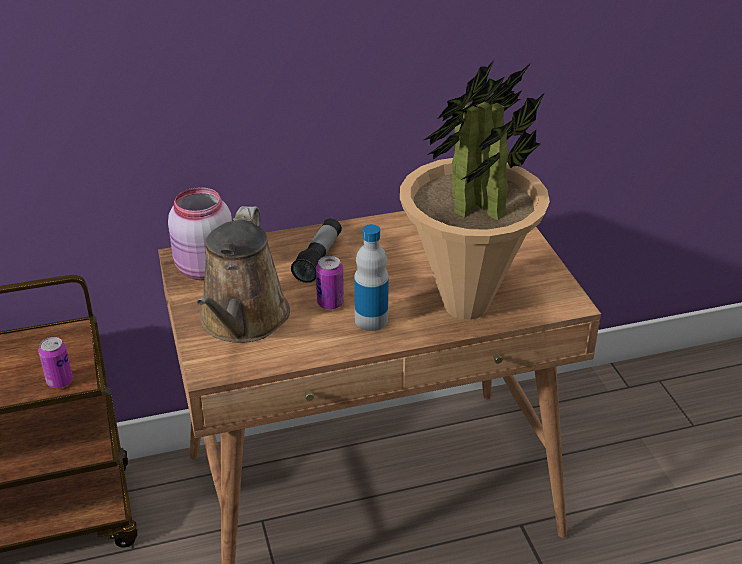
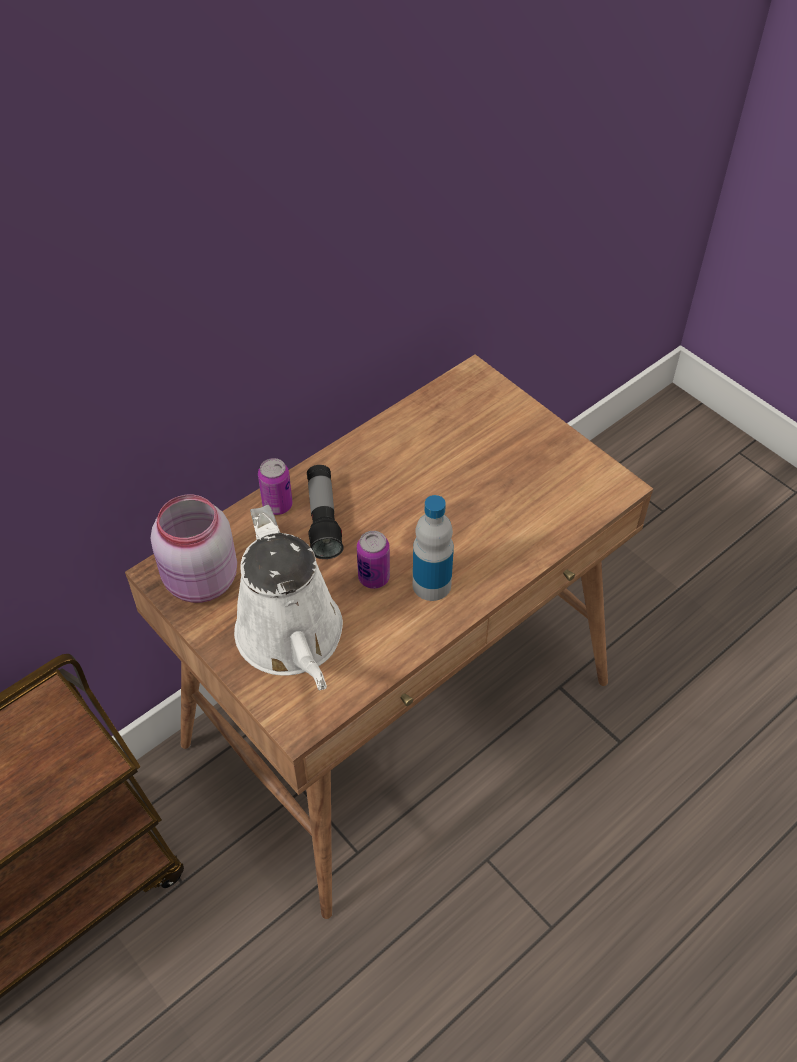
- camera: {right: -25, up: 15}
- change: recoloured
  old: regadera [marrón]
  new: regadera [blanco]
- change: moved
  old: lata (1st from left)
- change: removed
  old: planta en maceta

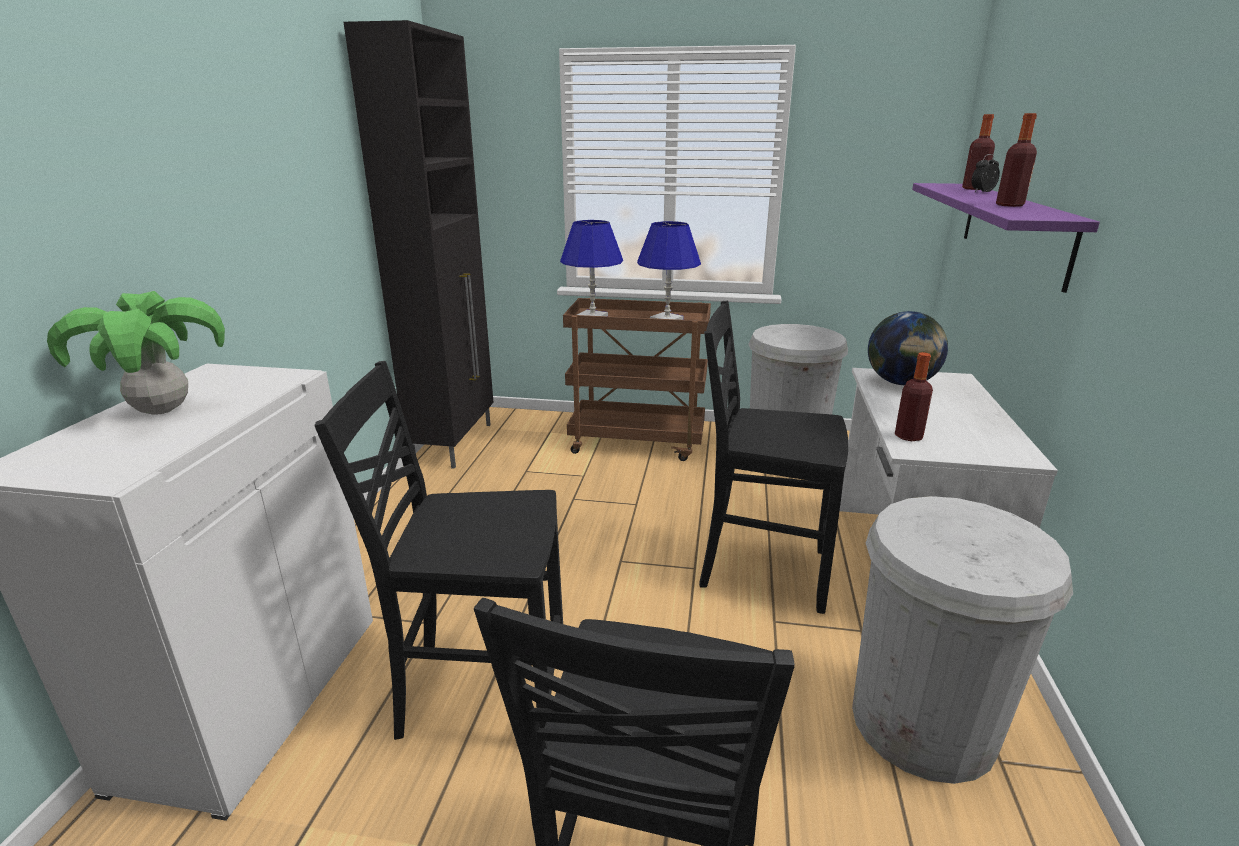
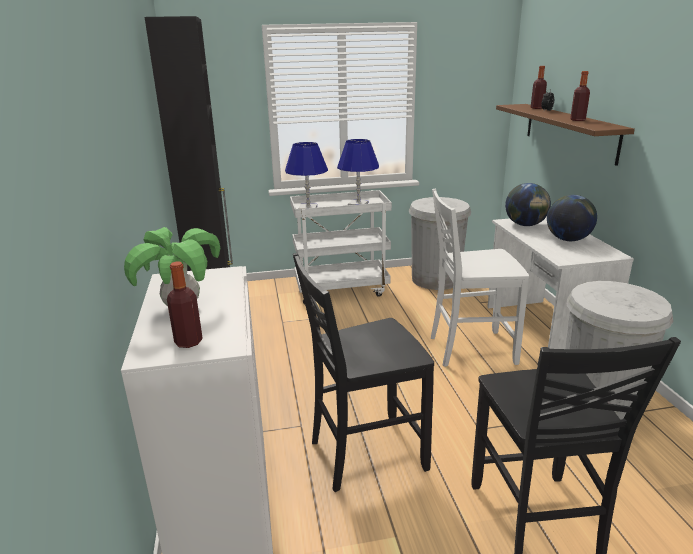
- camera: {right: -20, up: 0}
- change: moved
  old: botella (1st from left)
- change: recoloured
  old: carrito [marrón]
  new: carrito [blanco]
- change: recoloured
  old: silla [negro] (3rd from left)
  new: silla [blanco]
- change: recoloured
  old: estante [morado]
  new: estante [marrón]
- change: added
  new: globo terráqueo (2nd from left)

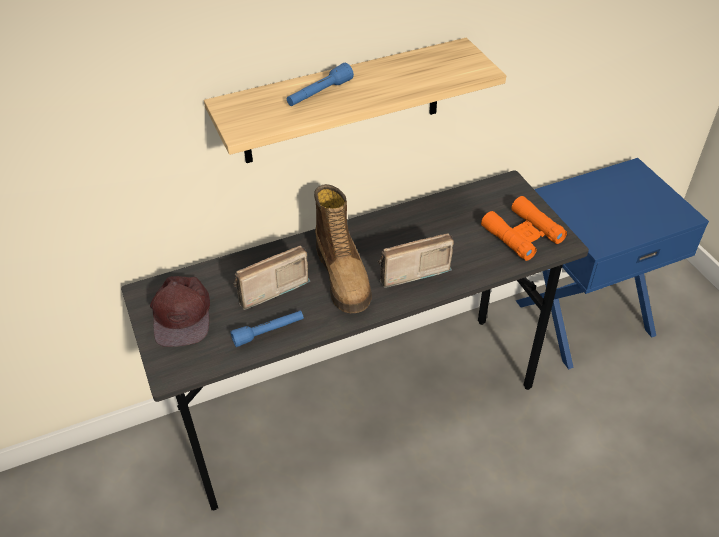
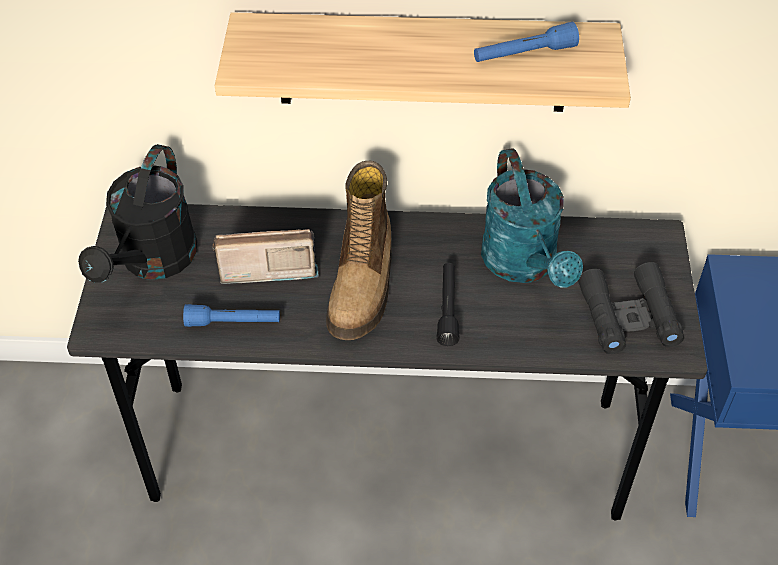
- camera: {right: 25, up: 5}
- change: replaced
  old: gorra [marrón]
  new: regadera [negro]
- change: replaced
  old: radio (2nd from left)
  new: linterna [negro]
- change: moved
  old: linterna [azul] (2nd from left)
- change: added
  new: regadera [turquesa]
- change: recoloured
  old: prismáticos [naranja]
  new: prismáticos [negro]

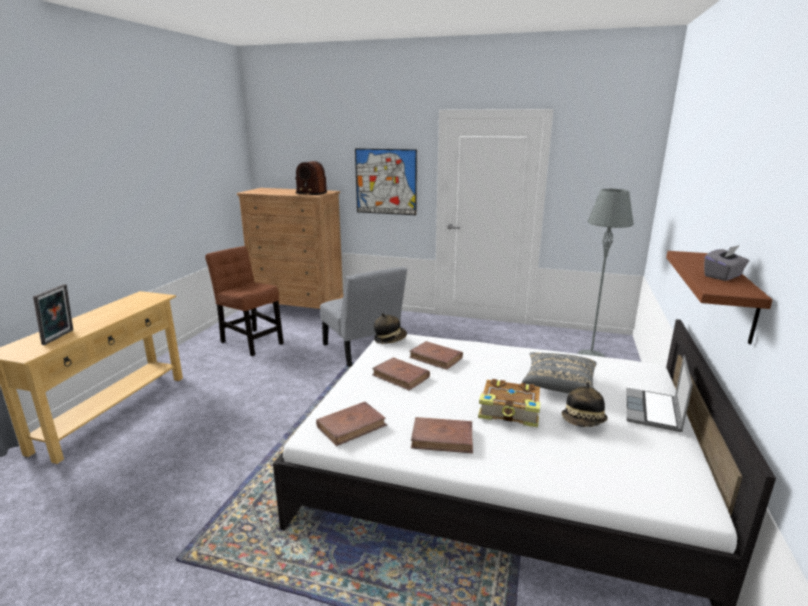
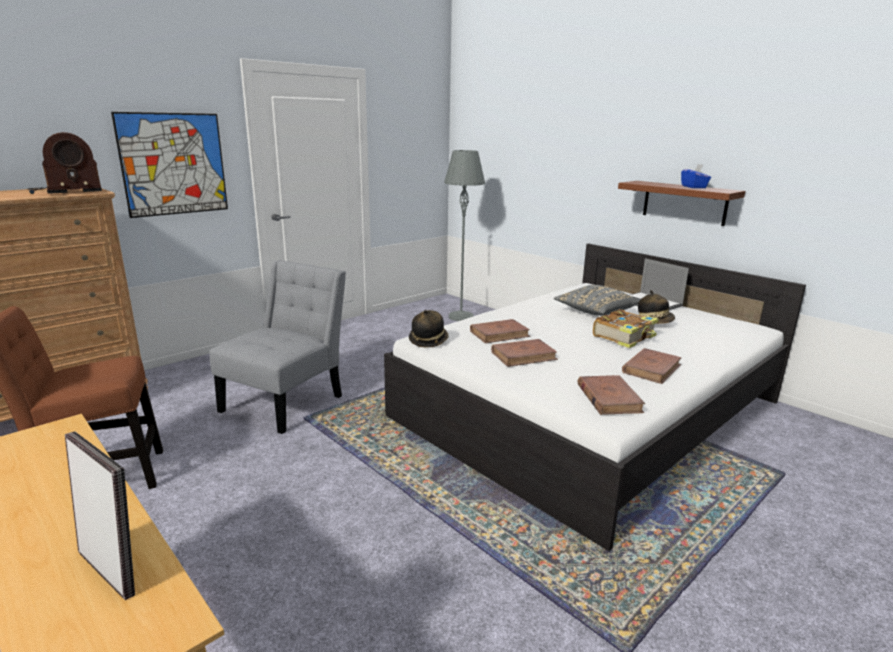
- camera: {right: -60, up: 0}
- change: turned
  old: silla [gris]
  degrees: -60
- change: recoloured
  old: caja de pañuelos [gris]
  new: caja de pañuelos [azul]

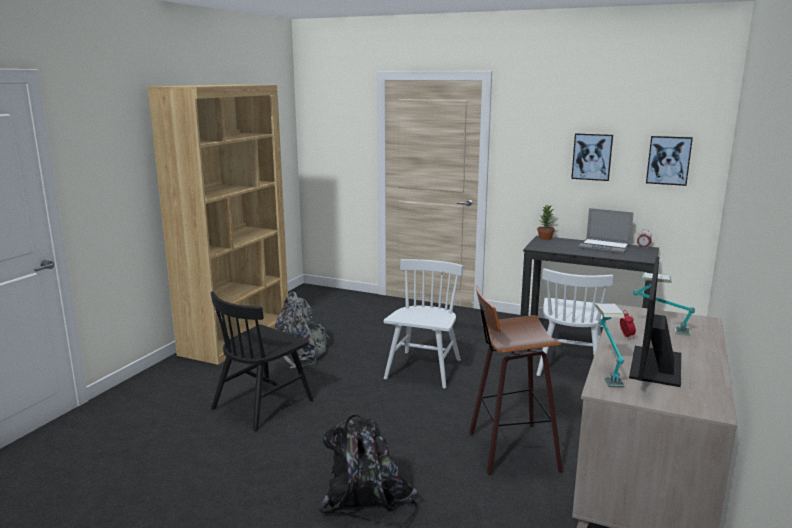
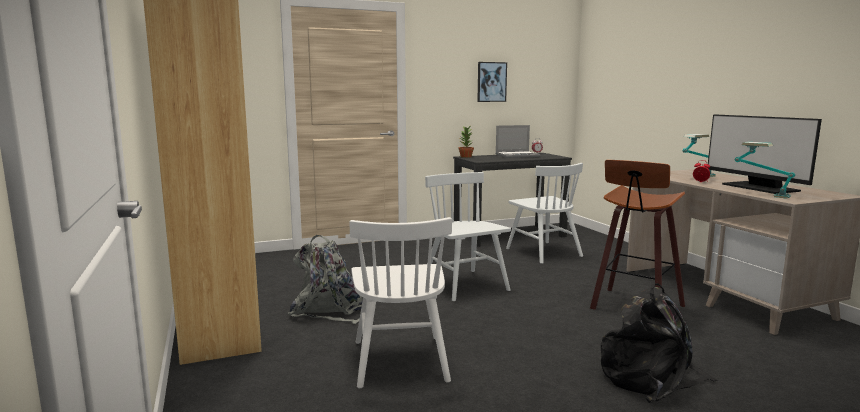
- camera: {right: -45, up: -5}
- change: recoloured
  old: silla [negro]
  new: silla [blanco] (1st from left)
- change: removed
  old: cuadro (2nd from left)

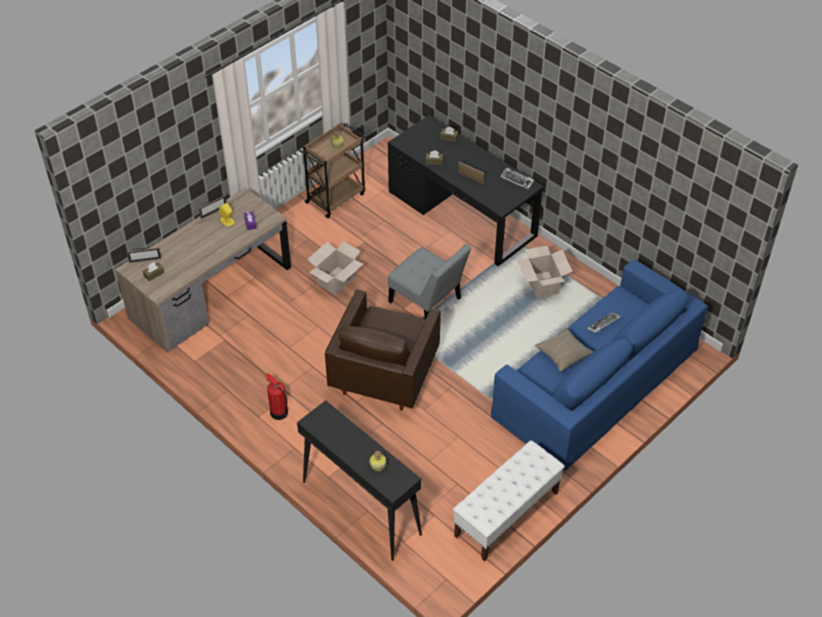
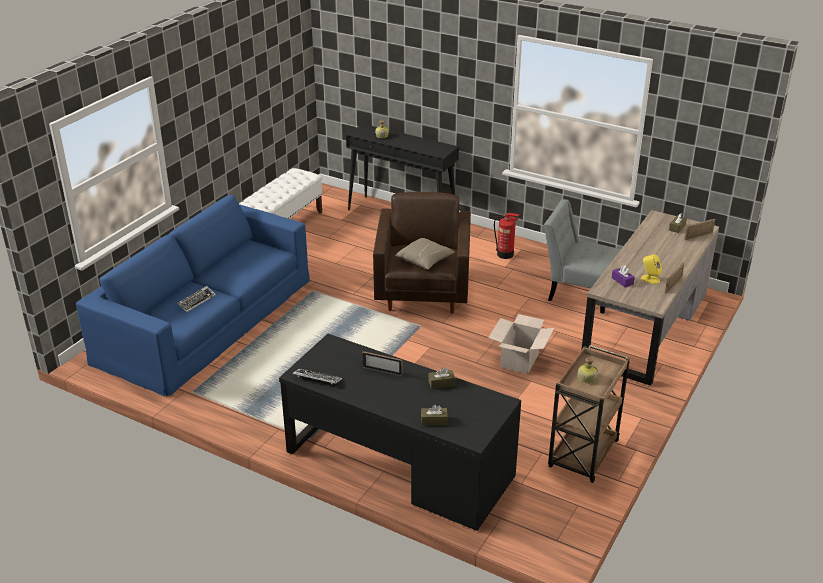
- camera: {right: 165, up: -15}
- change: moved
  old: cojín [beis]
- change: moved
  old: silla [gris]
- change: removed
  old: caja de cartón (2nd from left)

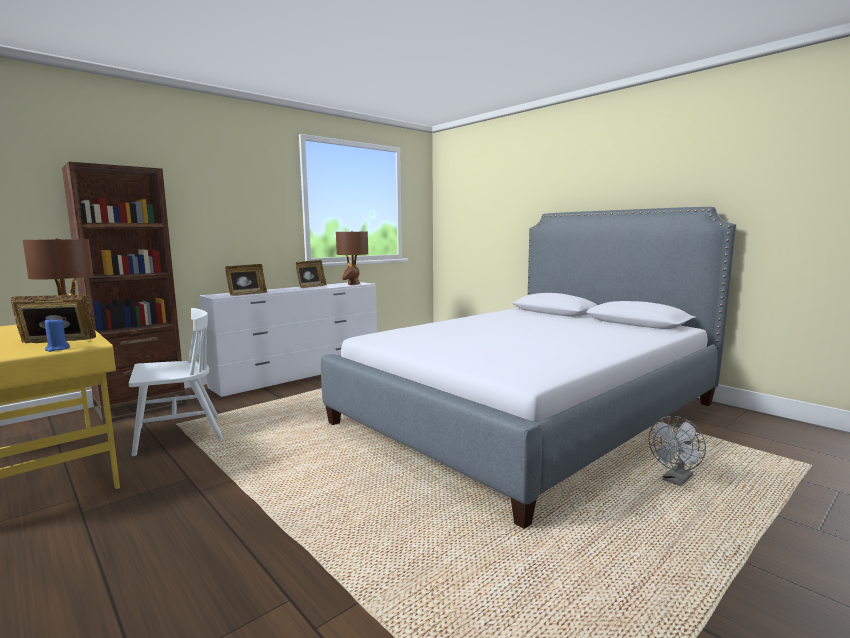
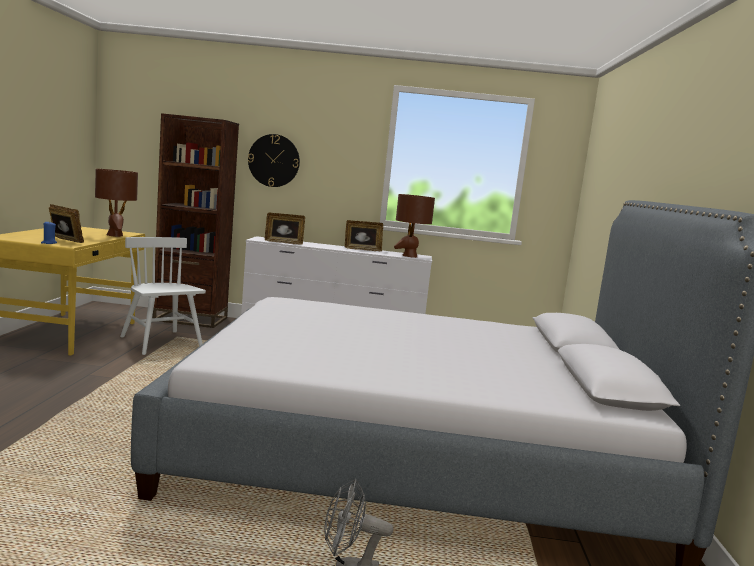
- camera: {right: 45, up: 0}
- change: turned
  old: silla [blanco]
  degrees: -150
- change: added
  new: reloj de pared

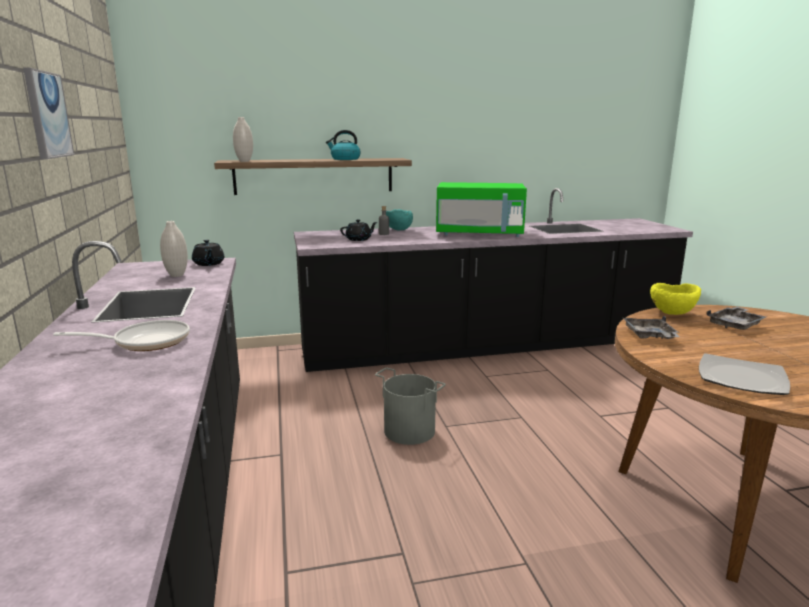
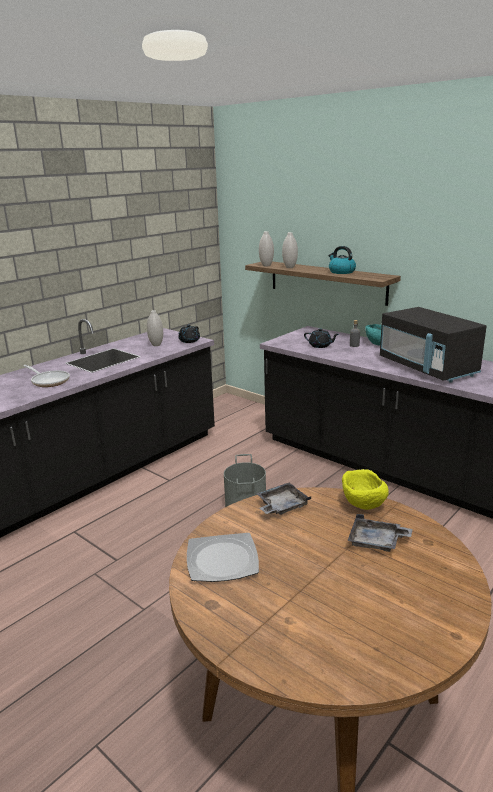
- camera: {right: 55, up: 5}
- change: added
  new: florero [blanco] (3rd from left)
- change: recoloured
  old: microondas [verde]
  new: microondas [negro]
- change: removed
  old: cuadro

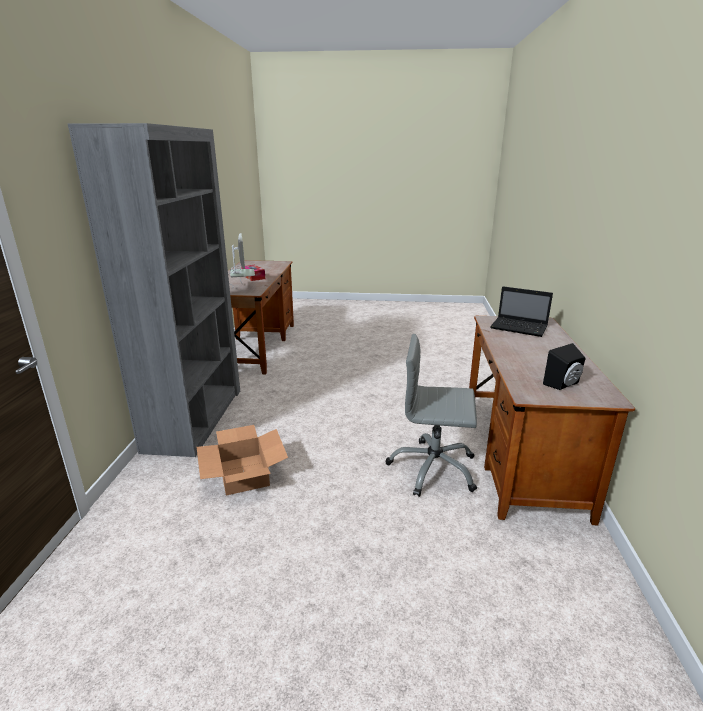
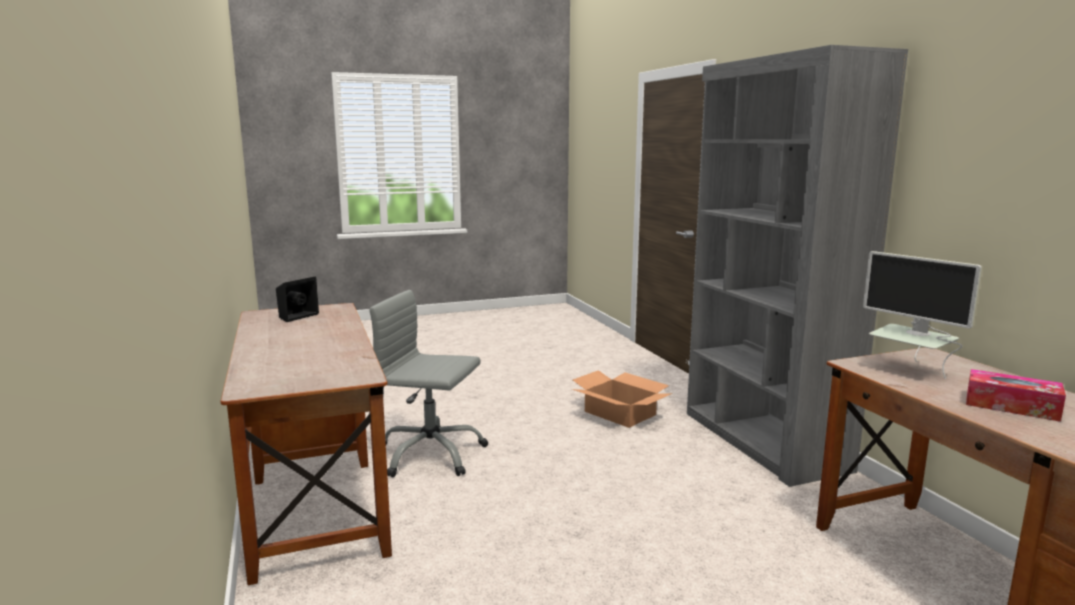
- camera: {right: 155, up: -10}
- change: turned
  old: silla de oficina [gris]
  degrees: -150
- change: removed
  old: portátil

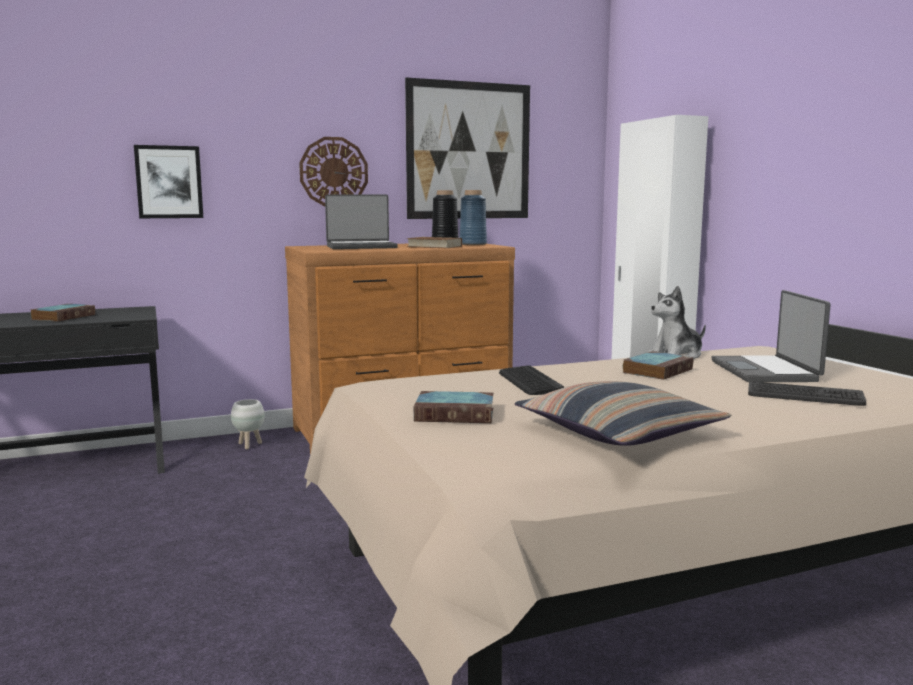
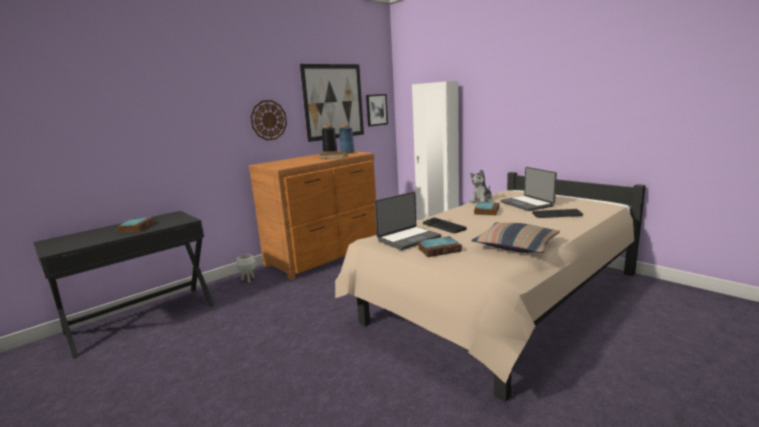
- camera: {right: -20, up: 5}
- change: moved
  old: cuadro (1st from left in the first image)
  new: cuadro (2nd from left)
- change: moved
  old: portátil (1st from left)

